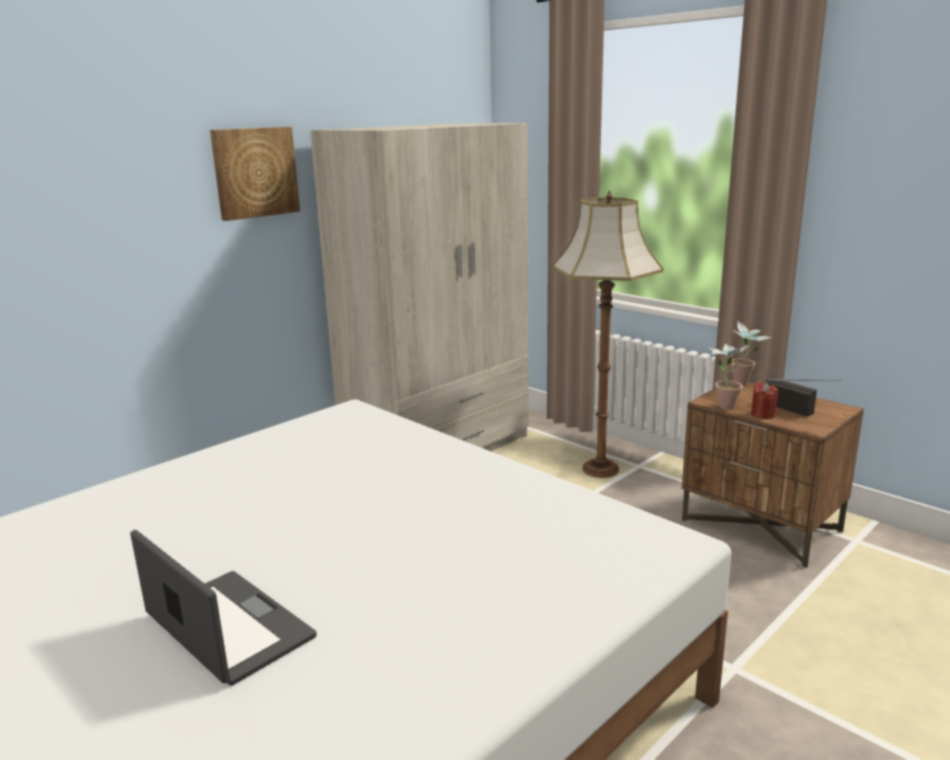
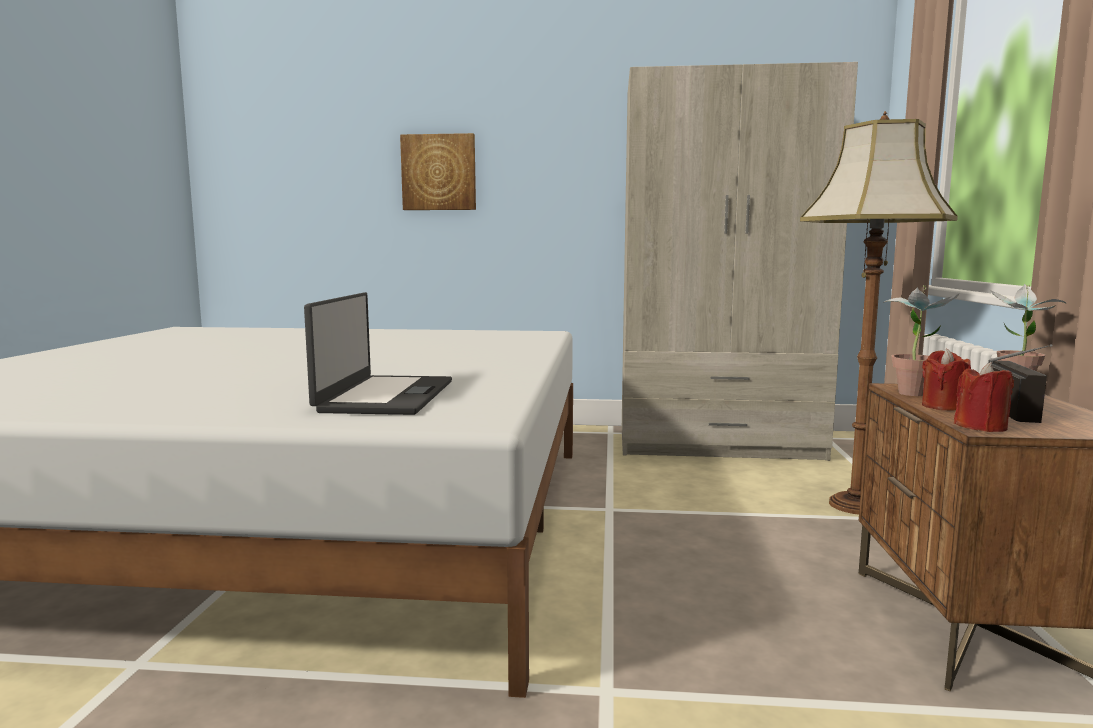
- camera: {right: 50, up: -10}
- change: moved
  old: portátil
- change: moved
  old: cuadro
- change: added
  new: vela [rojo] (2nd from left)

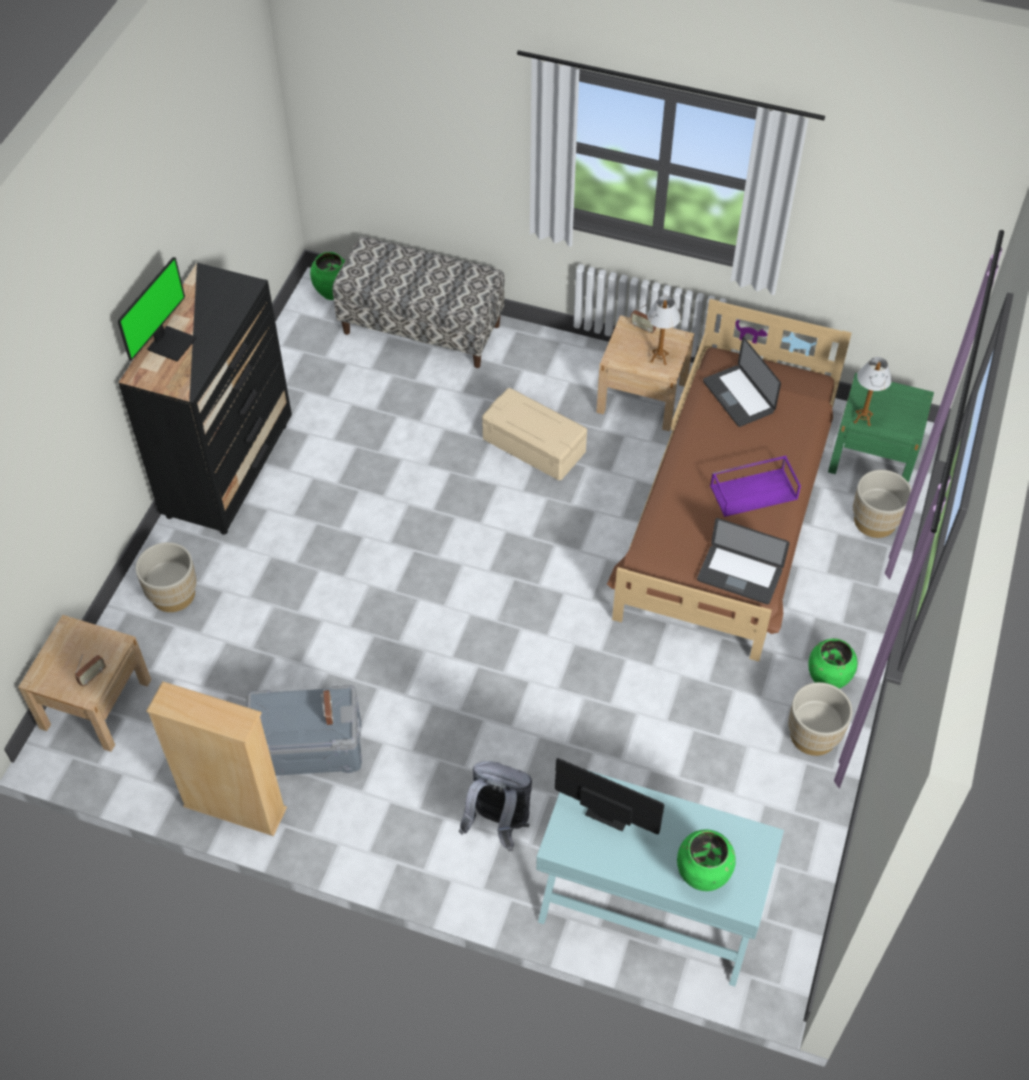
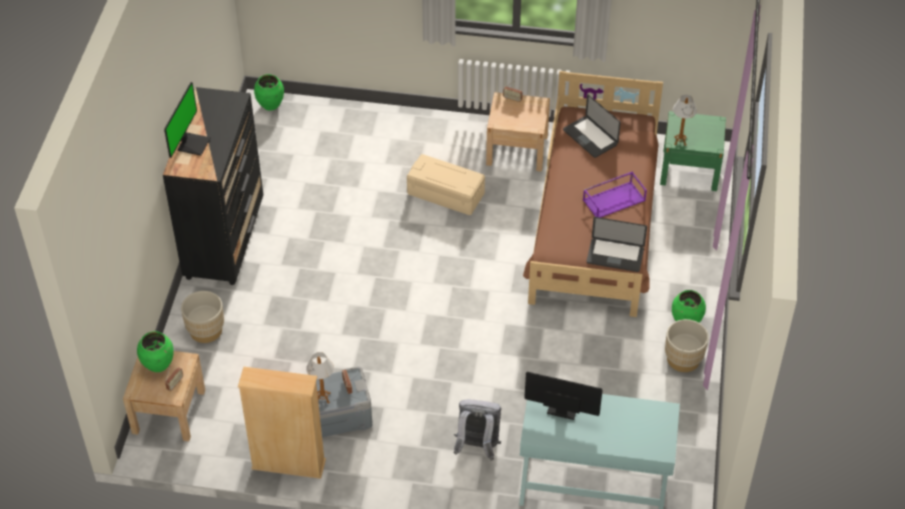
- camera: {right: -10, up: -5}
- change: moved
  old: florero [verde] (2nd from left in the first image)
  new: florero [verde] (1st from left)
- change: moved
  old: lámpara de mesa (1st from left)
- change: removed
  old: banco
- change: removed
  old: maceta [beis] (3rd from left)

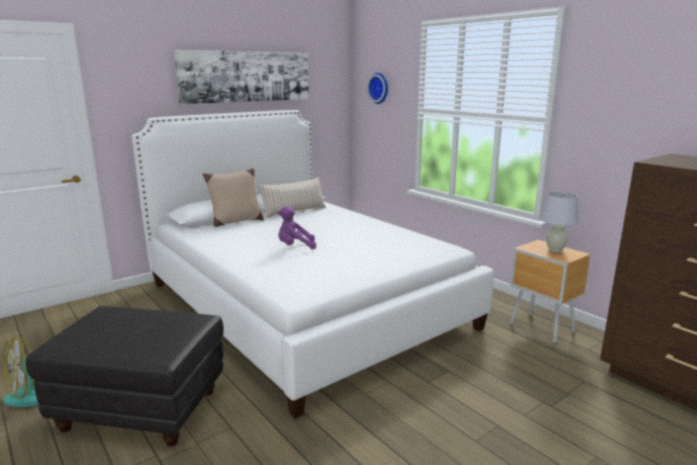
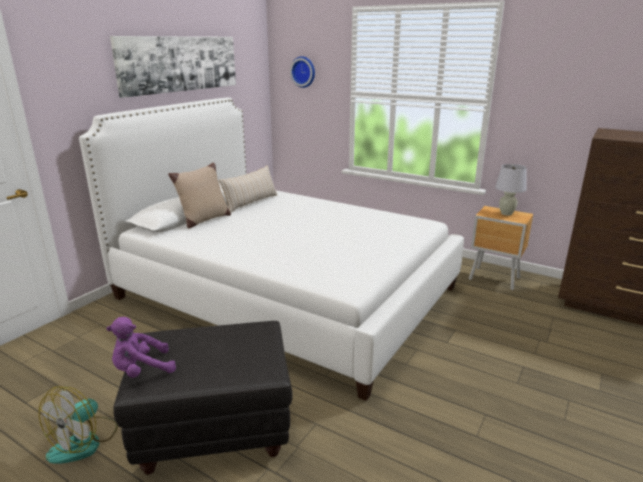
- camera: {right: -20, up: 5}
- change: moved
  old: peluche [morado]

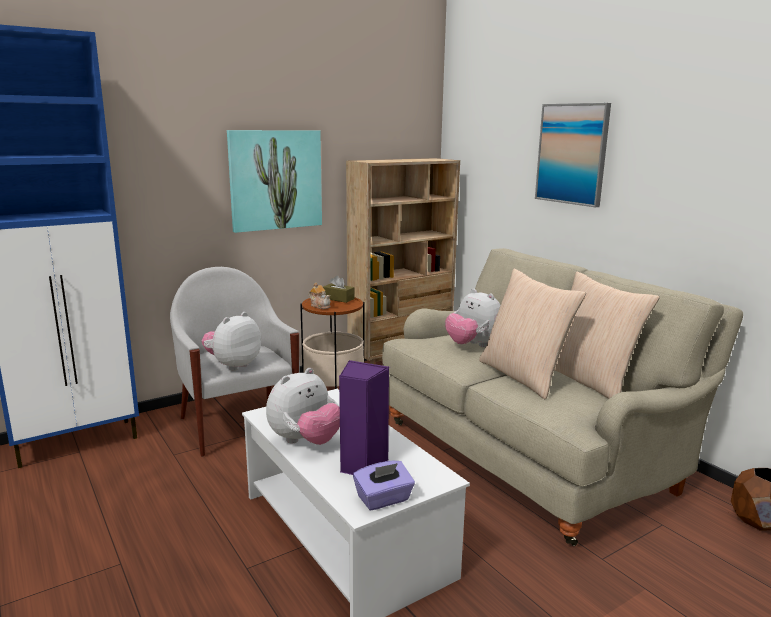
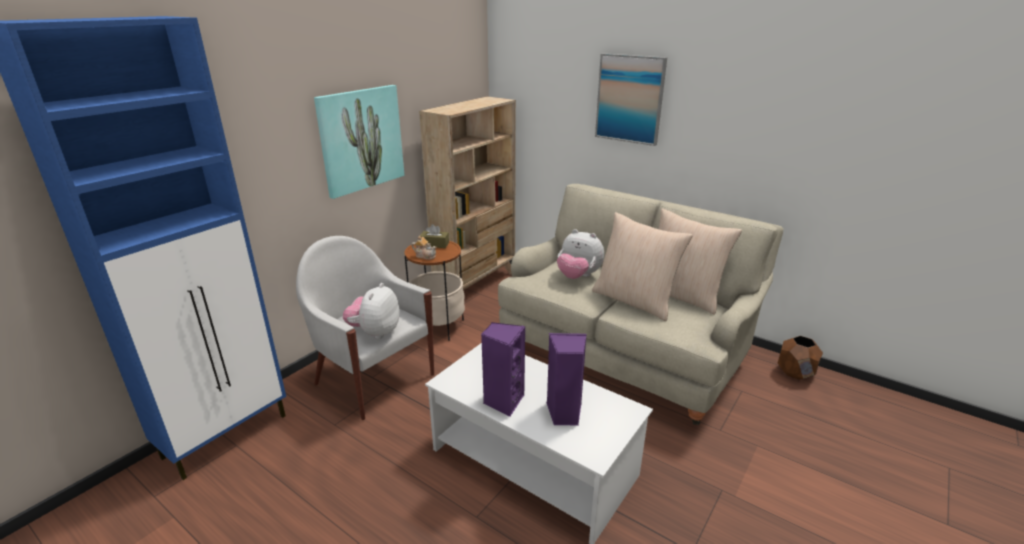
- camera: {right: -20, up: 10}
- change: replaced
  old: peluche (2nd from left)
  new: altavoz [morado] (1st from left)
- change: removed
  old: caja de pañuelos [morado]

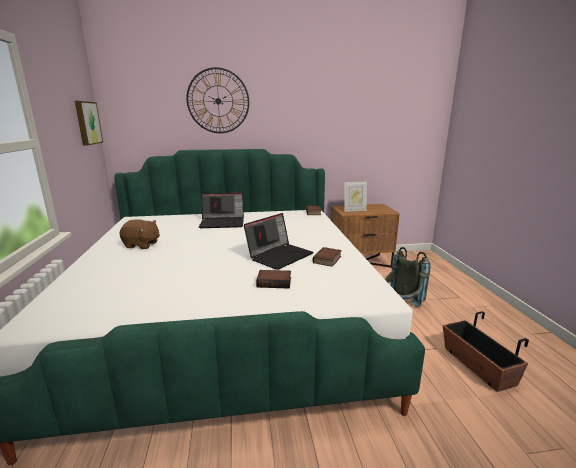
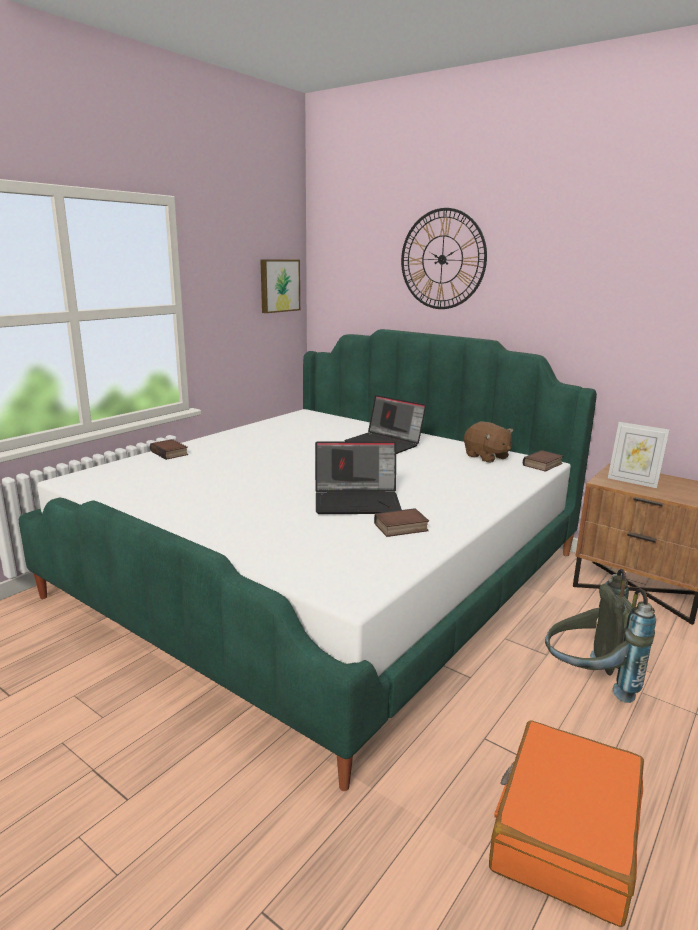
- camera: {right: 45, up: 0}
- change: moved
  old: libro (1st from left)
- change: moved
  old: peluche [marrón]
- change: replaced
  old: maceta
  new: maleta [naranja]

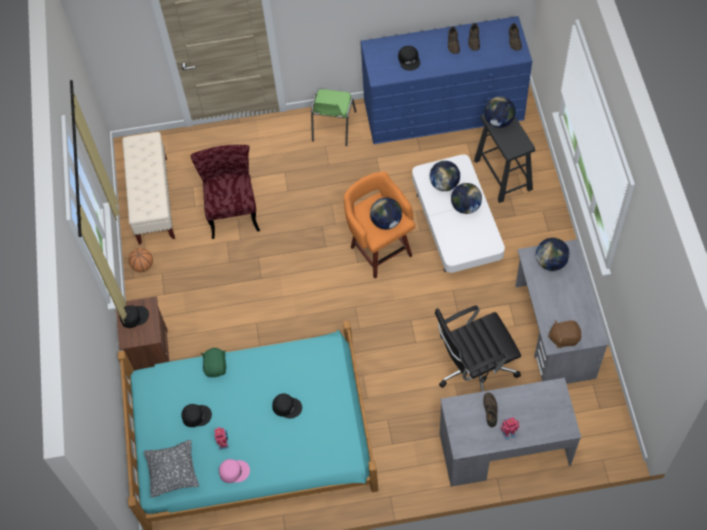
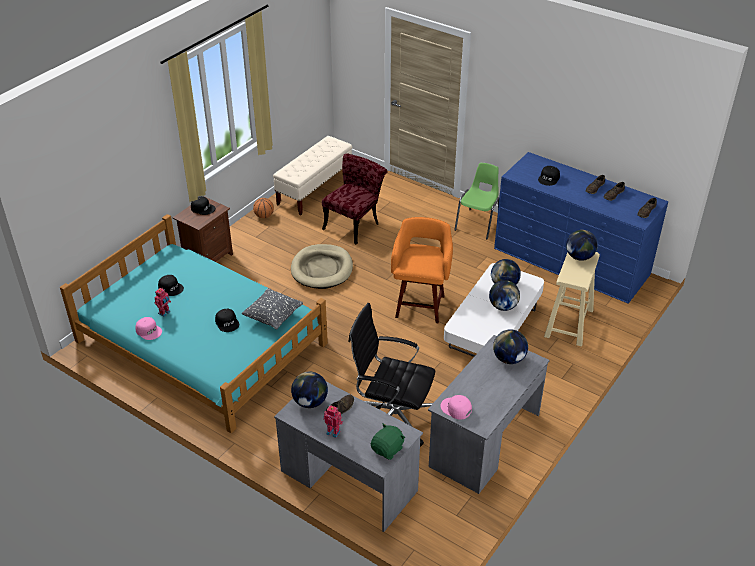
- camera: {right: 40, up: -20}
- change: moved
  old: cojín [gris]
- change: added
  new: cama para perro [beis]
- change: moved
  old: globo terráqueo (1st from left)
- change: moved
  old: peluche [verde]
- change: replaced
  old: peluche [marrón]
  new: gorra [rosa] (2nd from left)
- change: turned
  old: silla [verde]
  degrees: 150
- change: recoloured
  old: taburete [negro]
  new: taburete [beis]

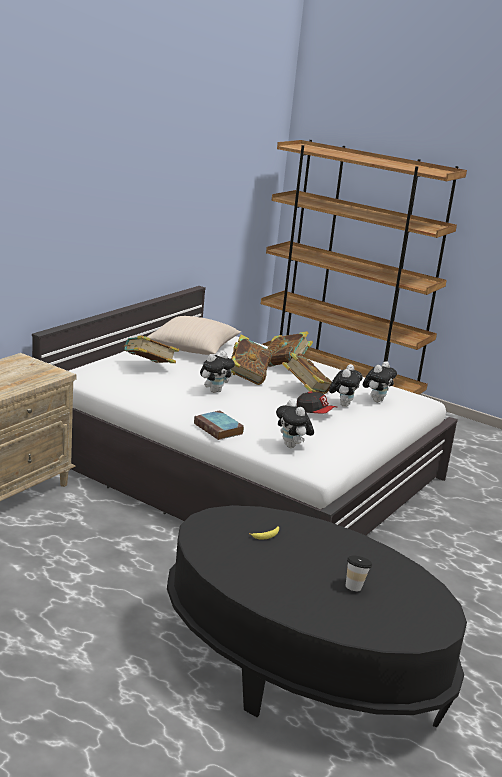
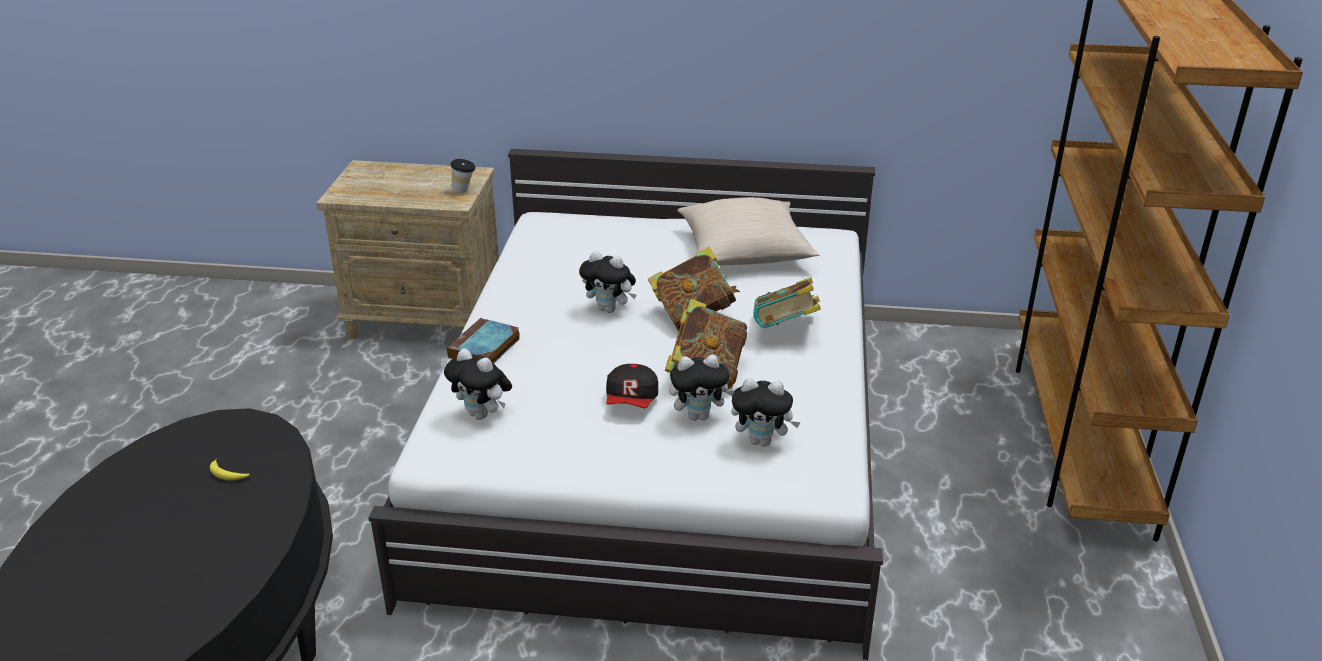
- camera: {right: 65, up: 10}
- change: turned
  old: peluche (2nd from left in the first image)
  degrees: -90
- change: moved
  old: taza
- change: removed
  old: libro (1st from left)

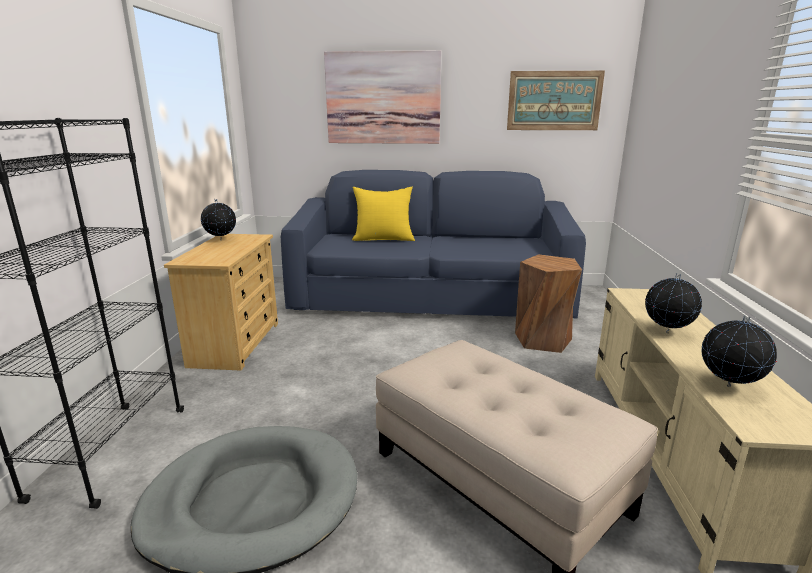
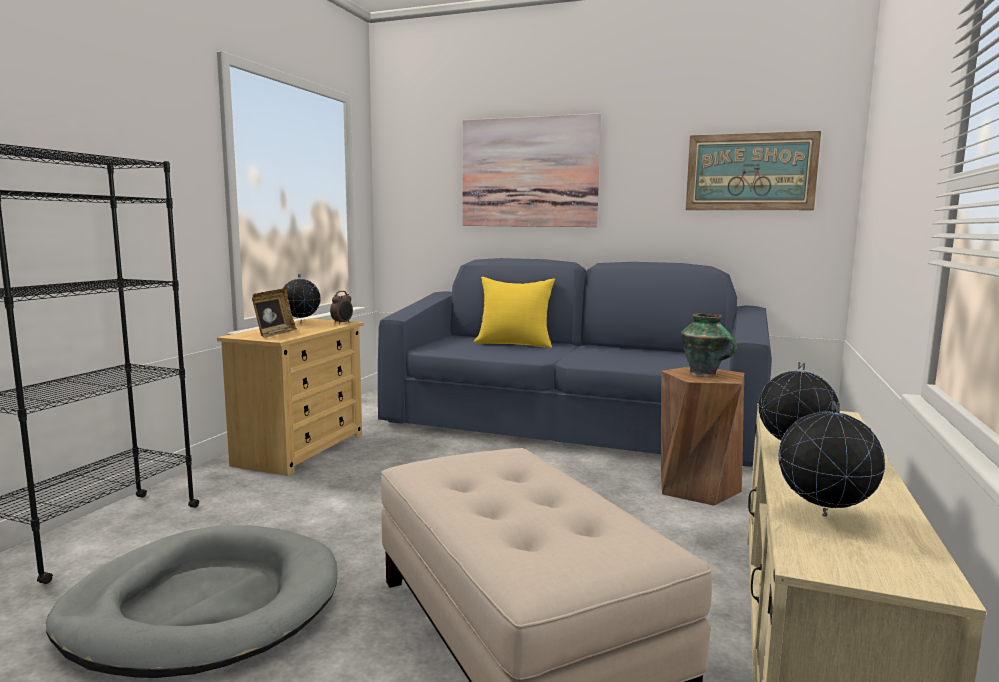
- camera: {right: 15, up: -10}
- change: added
  new: portarretratos
- change: added
  new: despertador
- change: added
  new: florero

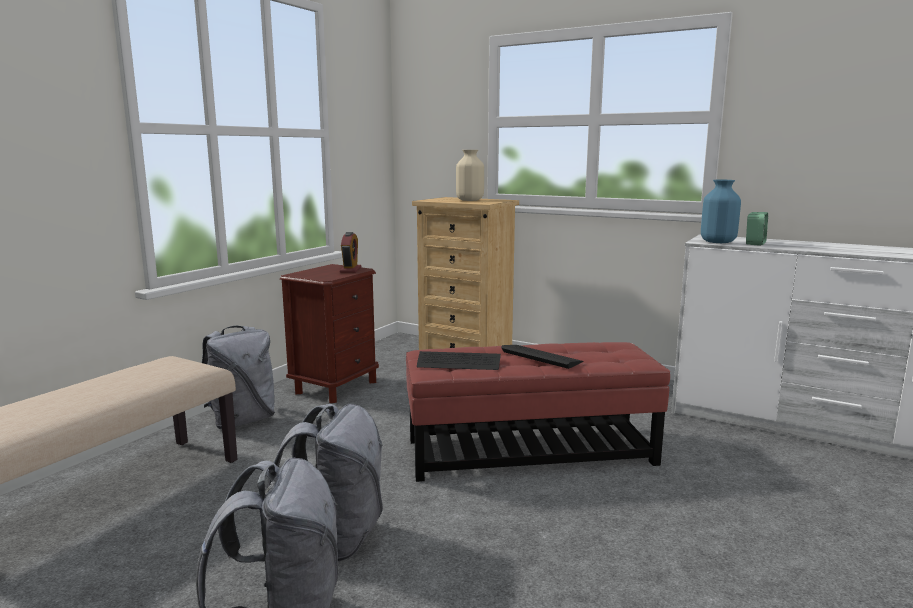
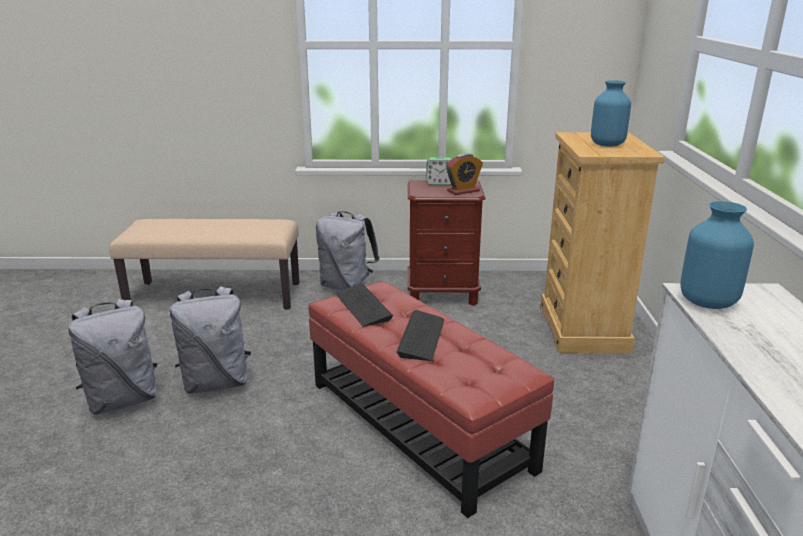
- camera: {right: 60, up: 10}
- change: moved
  old: despertador (2nd from left in the first image)
  new: despertador (1st from left)
- change: recoloured
  old: florero [beis]
  new: florero [azul] (1st from left)

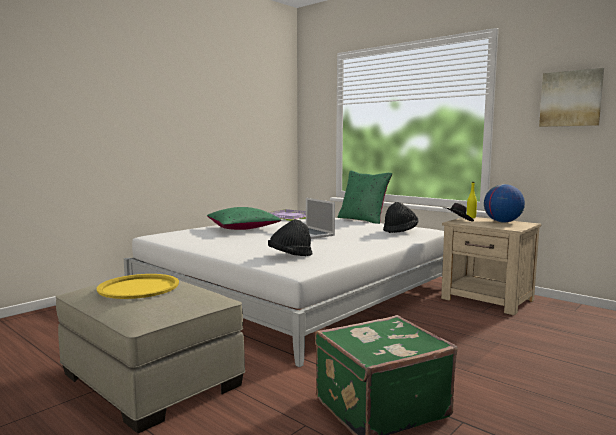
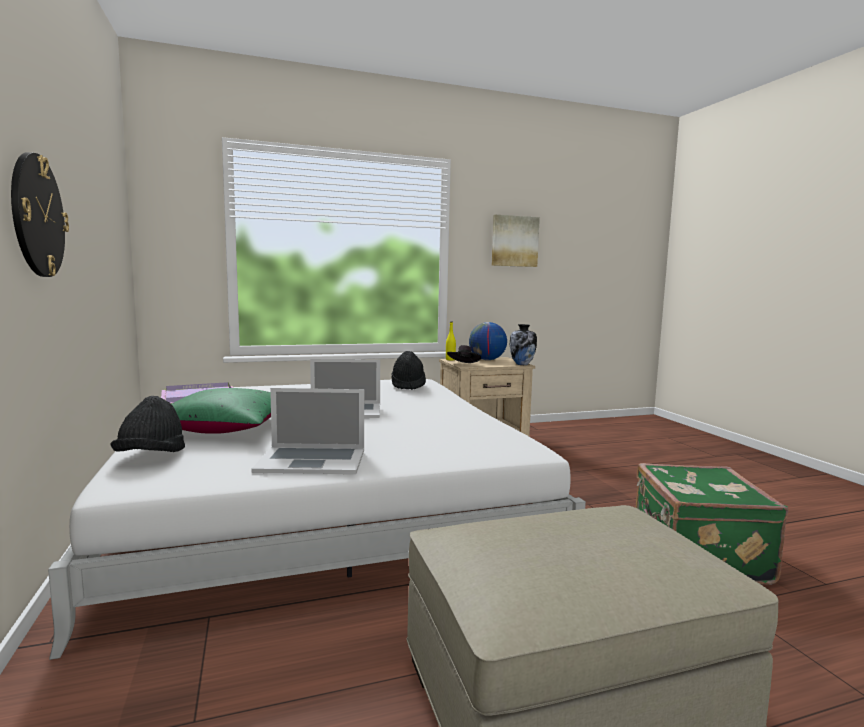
- camera: {right: -60, up: 0}
- change: added
  new: reloj de pared
- change: moved
  old: sombrero [negro] (1st from left)
- change: added
  new: portátil (1st from left)
- change: added
  new: florero
- change: removed
  old: bandeja [amarillo]
- change: removed
  old: cojín [verde] (2nd from left)

